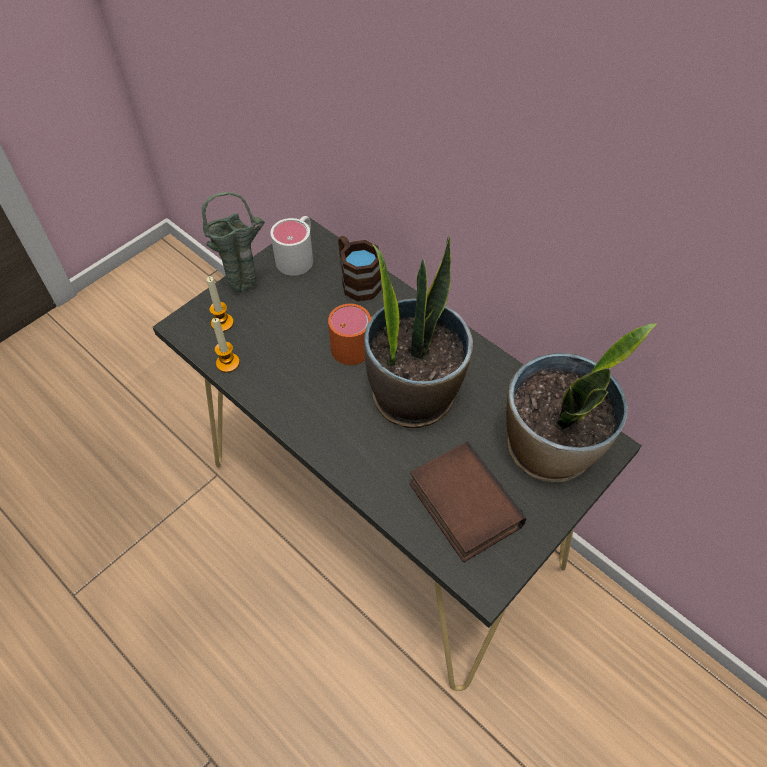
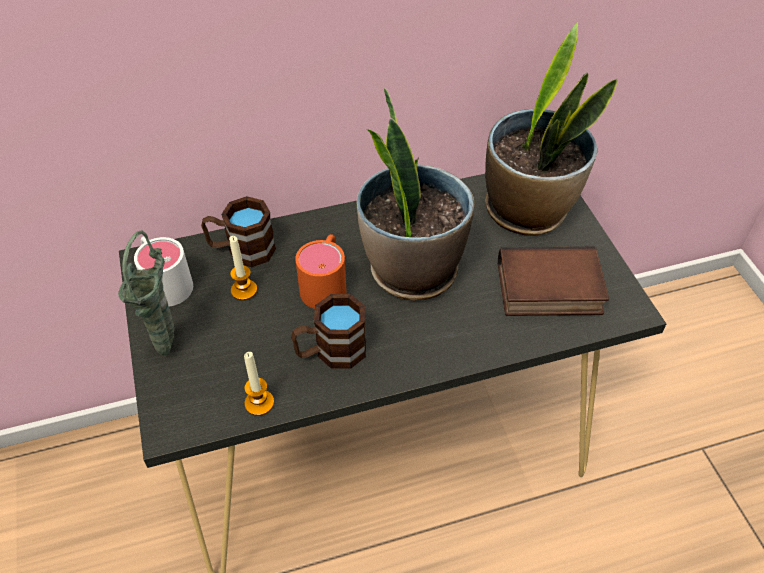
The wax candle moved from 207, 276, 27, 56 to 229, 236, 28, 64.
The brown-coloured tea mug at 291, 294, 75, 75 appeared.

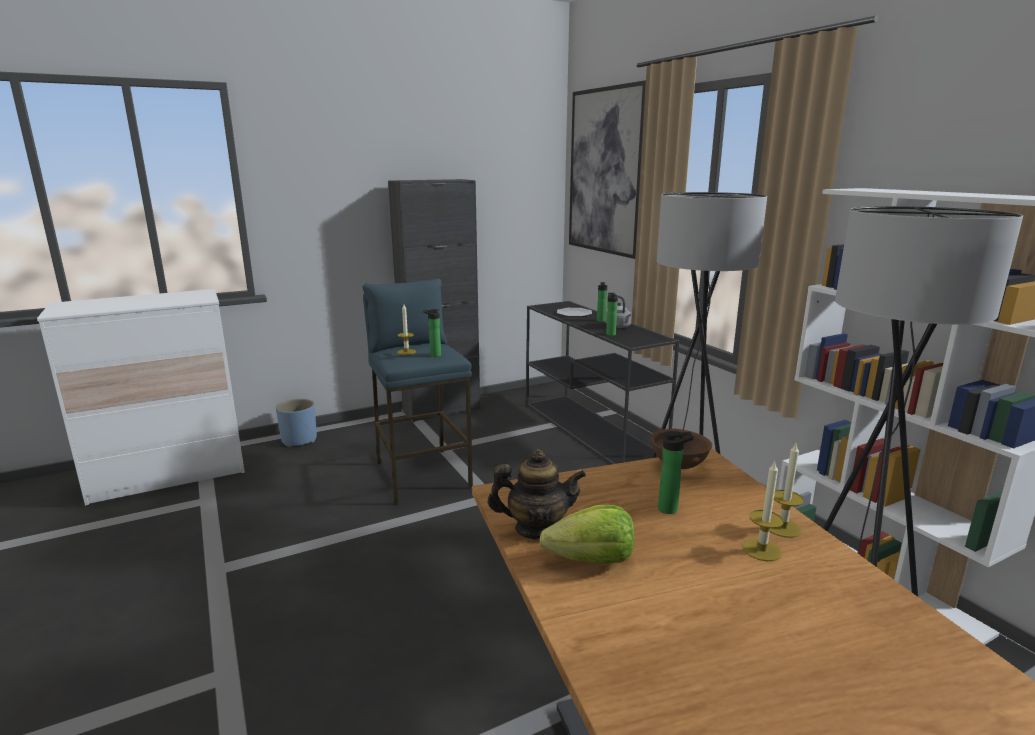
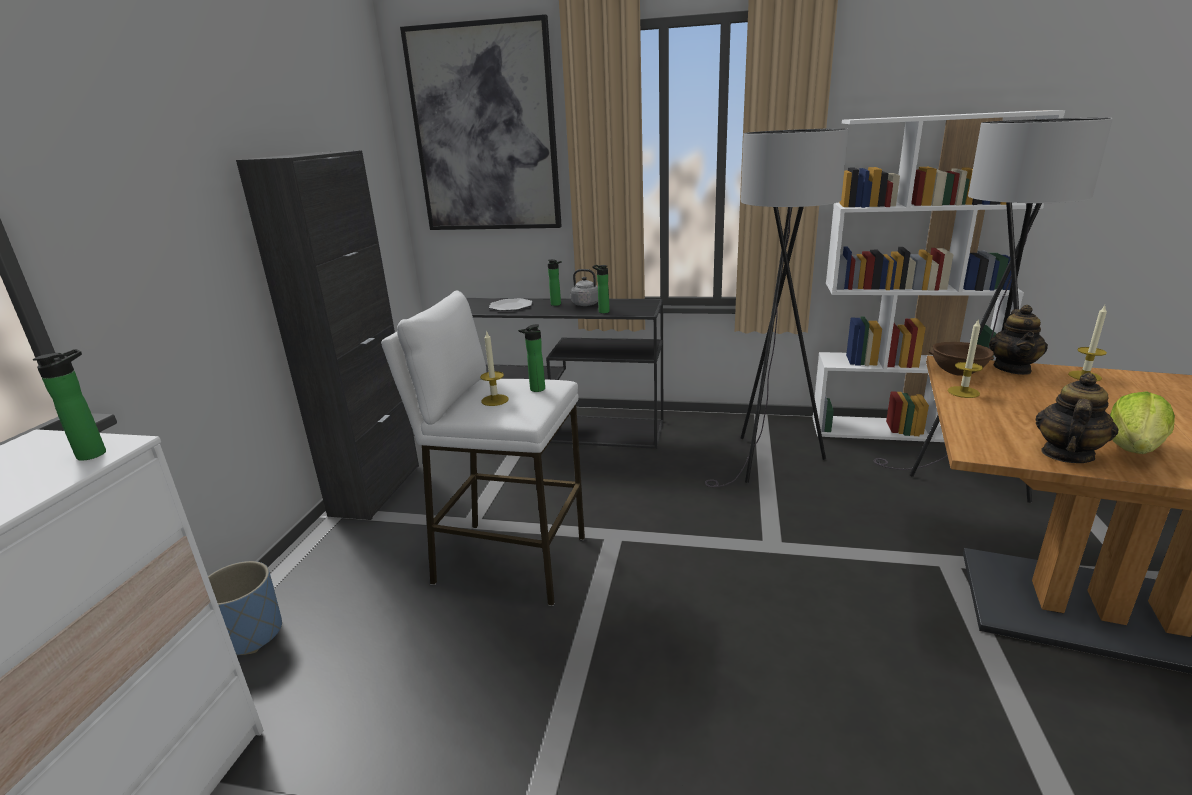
The blue stool at 362, 278, 111, 228 became the white stool at 381, 291, 204, 315.
The drink bottle moved from 658, 431, 35, 83 to 33, 349, 73, 112.
The wax candle moved from 742, 460, 42, 101 to 948, 318, 35, 80.
The pot for tea at 989, 305, 59, 70 appeared.

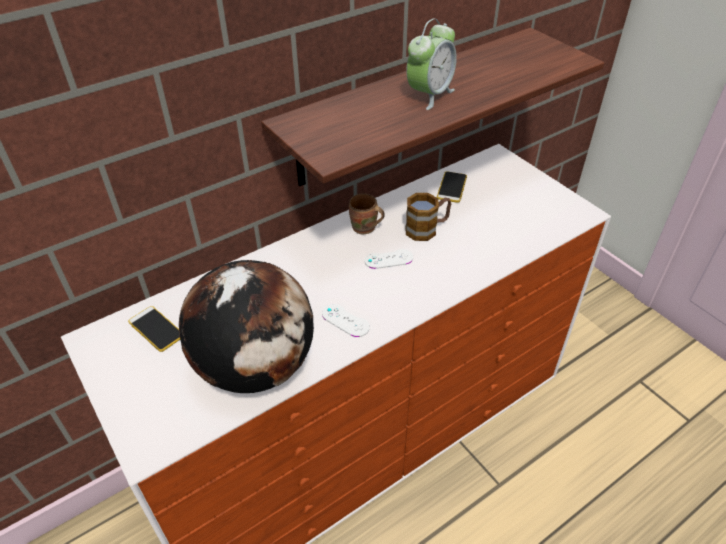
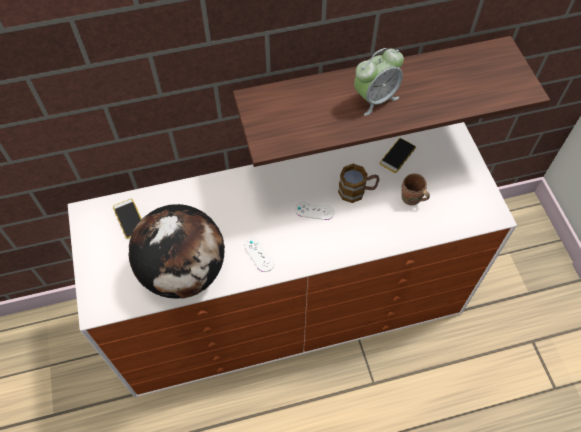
The brown-coloured tea mug moved from 349, 193, 36, 41 to 401, 174, 29, 31.

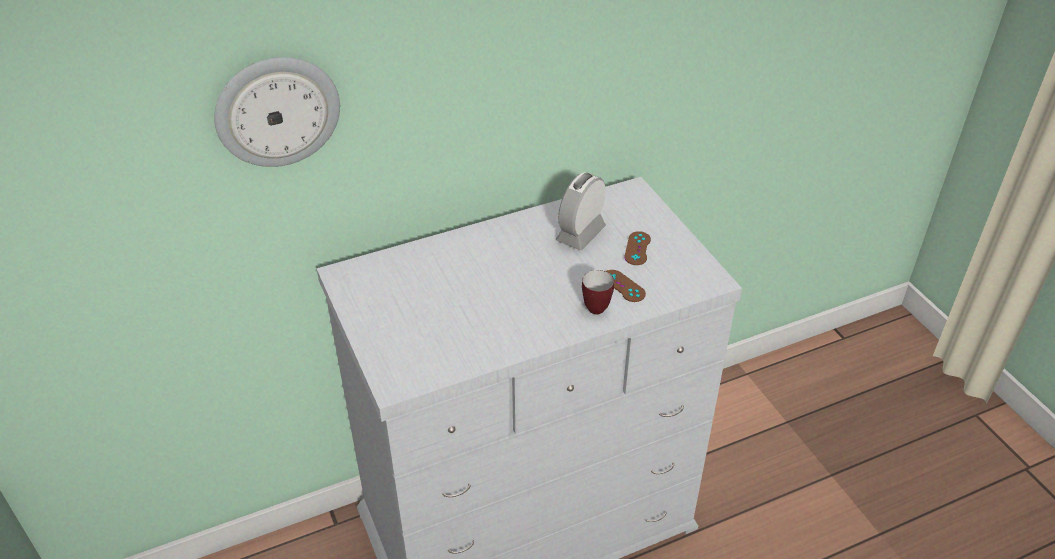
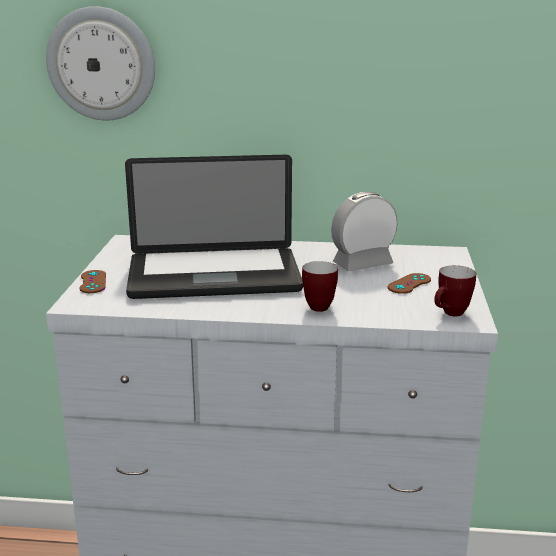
The brown-coloured game controller moved from 605, 270, 41, 32 to 80, 270, 26, 23.
The portable computer at 125, 155, 178, 144 appeared.
The tea mug at 434, 265, 42, 52 appeared.

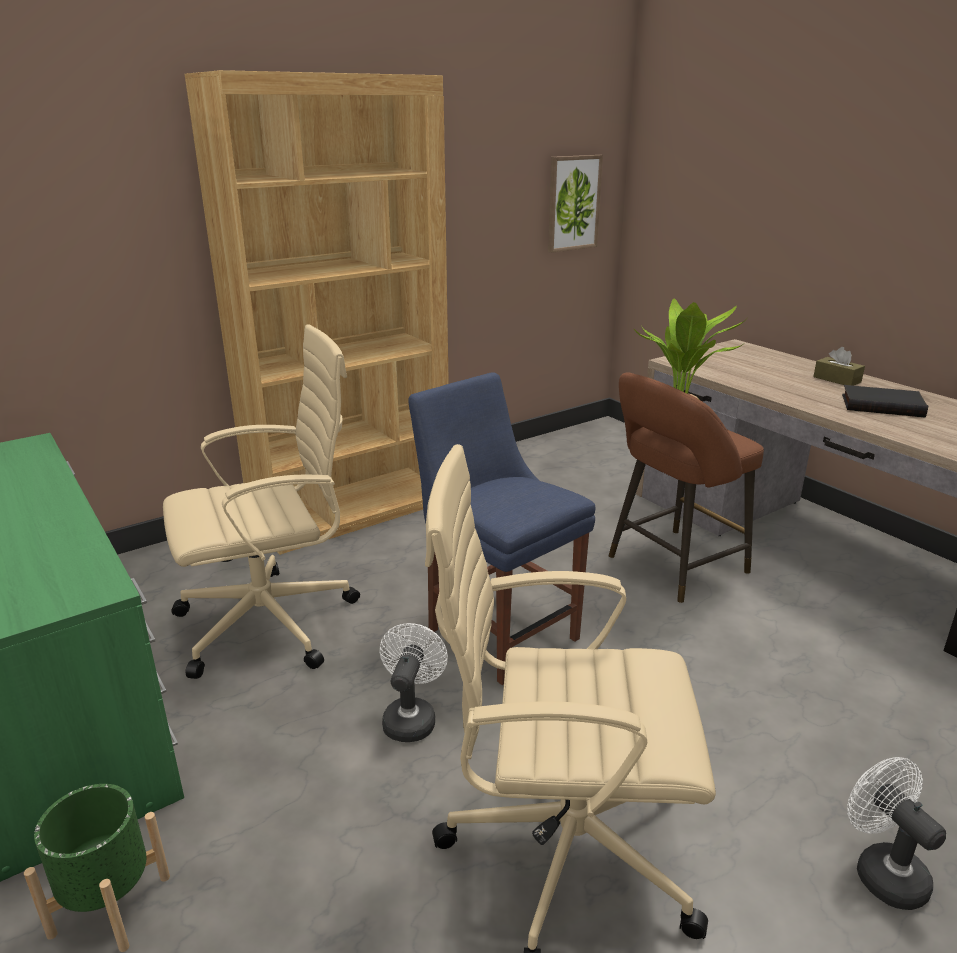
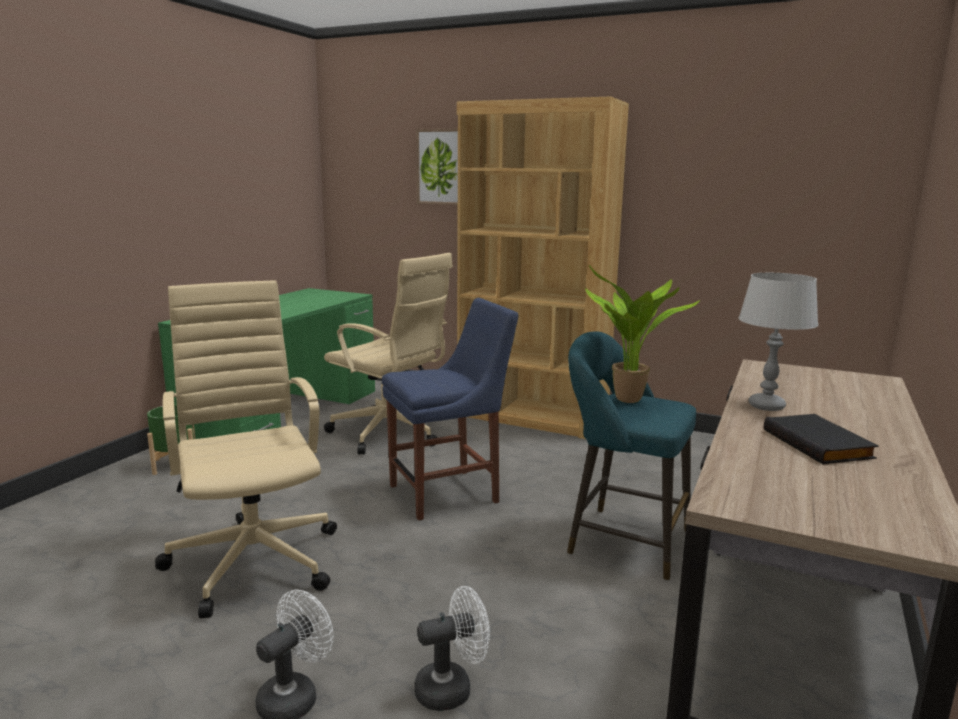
The white electric fan moved from 379, 623, 69, 119 to 415, 586, 75, 125.
The blue chair at 409, 372, 186, 313 turned 45 degrees clockwise.
The wall picture moved from 548, 155, 55, 98 to 416, 128, 42, 77.
The brown-coloured stool at 609, 372, 155, 231 became the turquoise stool at 567, 331, 129, 250.
The brown-coloured tissue holder at 813, 347, 52, 39 disappeared.
The greyish tabletop lamp at 738, 273, 80, 138 appeared.

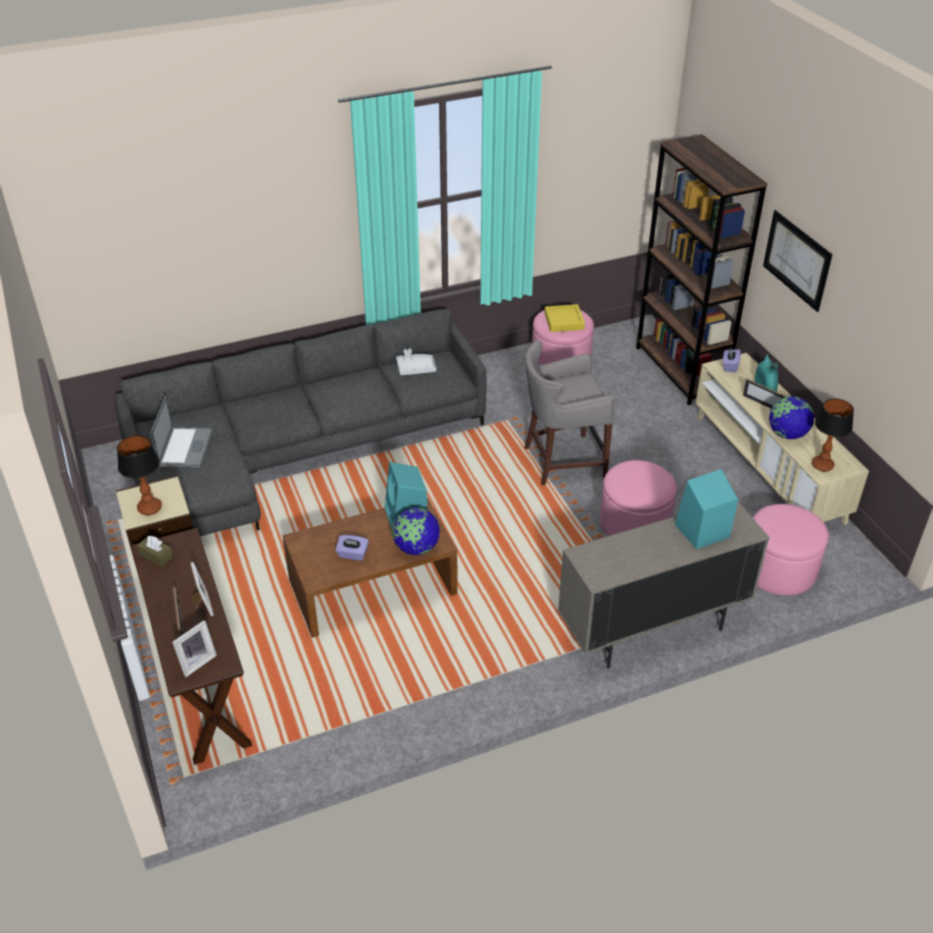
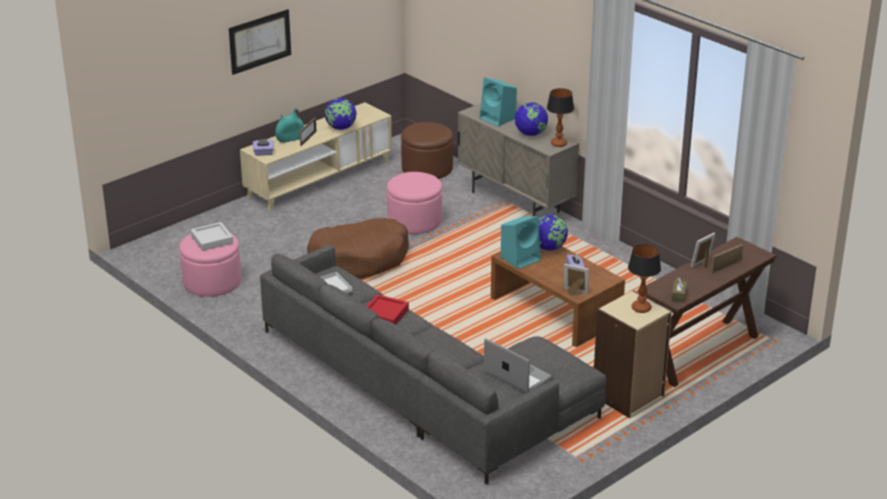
The portable computer at 150, 395, 63, 73 turned 60 degrees clockwise.
The picture frame moved from 172, 620, 45, 57 to 564, 264, 25, 32.
The greyish stool at 525, 340, 91, 146 was replaced by the brown-coloured dog bed at 307, 218, 102, 61.
The yellow-coloured tray at 545, 304, 40, 28 became the greyish tray at 191, 222, 42, 29.
The brown-coloured bookshelf at 636, 134, 131, 271 disappeared.
The pinkish ottoman at 753, 504, 76, 92 became the brown-coloured ottoman at 401, 122, 52, 57.
The tabletop lamp moved from 812, 399, 42, 73 to 547, 88, 27, 59.
The reddish tray at 367, 294, 42, 30 appeared.
The desk globe at 515, 102, 33, 34 appeared.

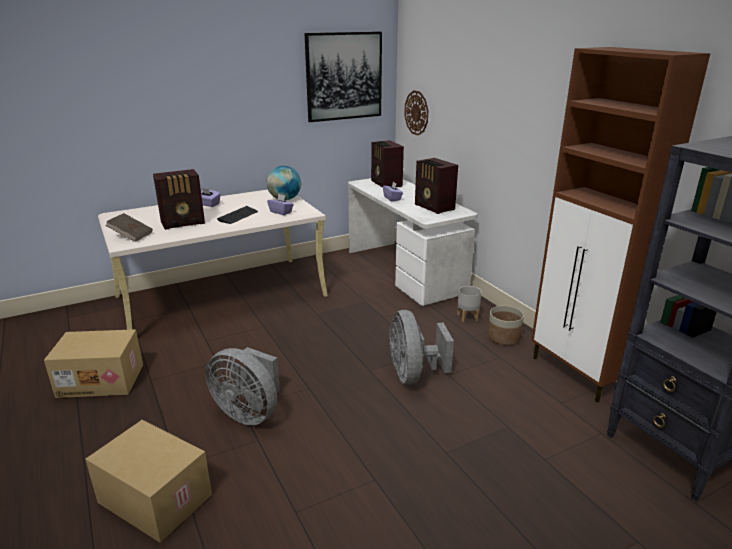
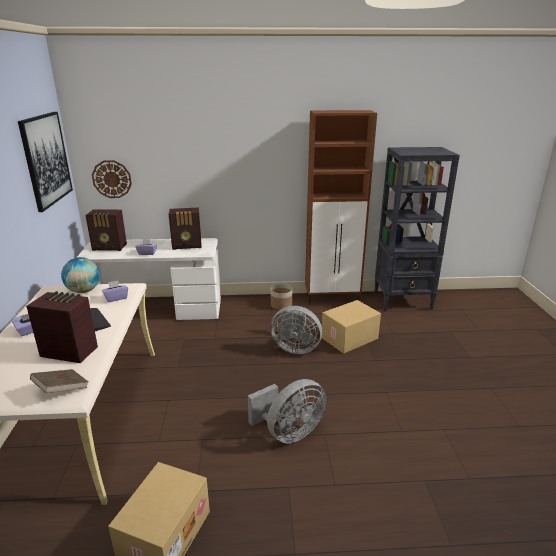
The cardboard box moved from 85, 420, 127, 123 to 322, 300, 59, 54.
The radio set at 153, 169, 52, 61 turned 75 degrees counterclockwise.
The greyish plant pot at 457, 286, 25, 36 disappeared.

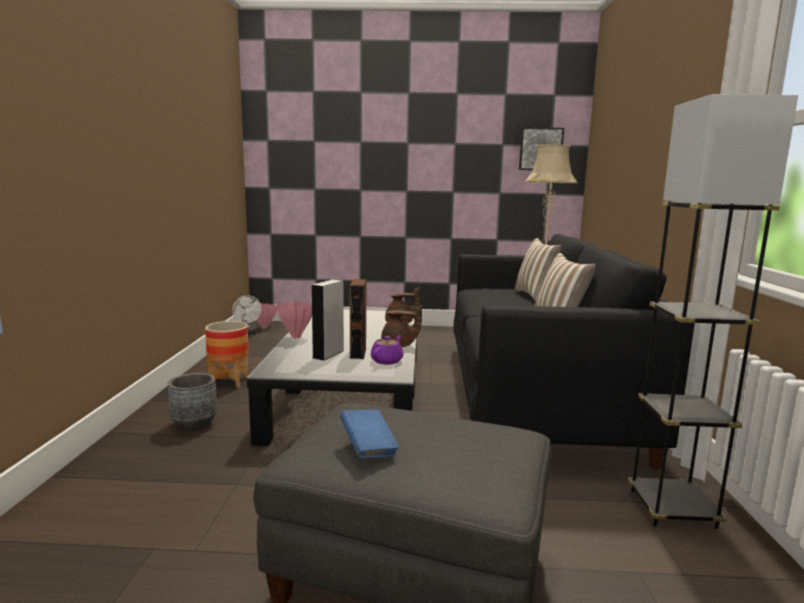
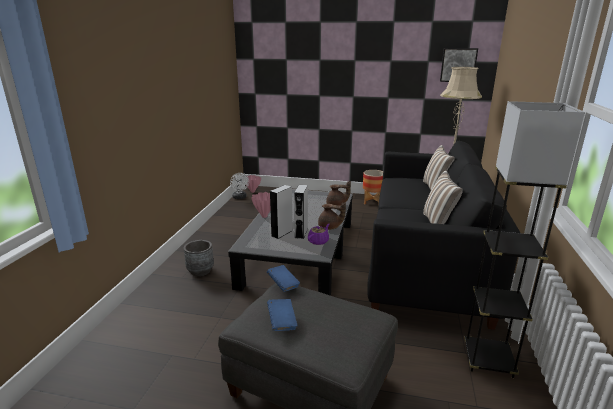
The plant pot moved from 205, 321, 44, 67 to 363, 170, 20, 35.
The brown-coloured speaker at 349, 279, 17, 80 became the greyish speaker at 294, 185, 14, 54.
The blue bound book at 267, 265, 33, 27 appeared.

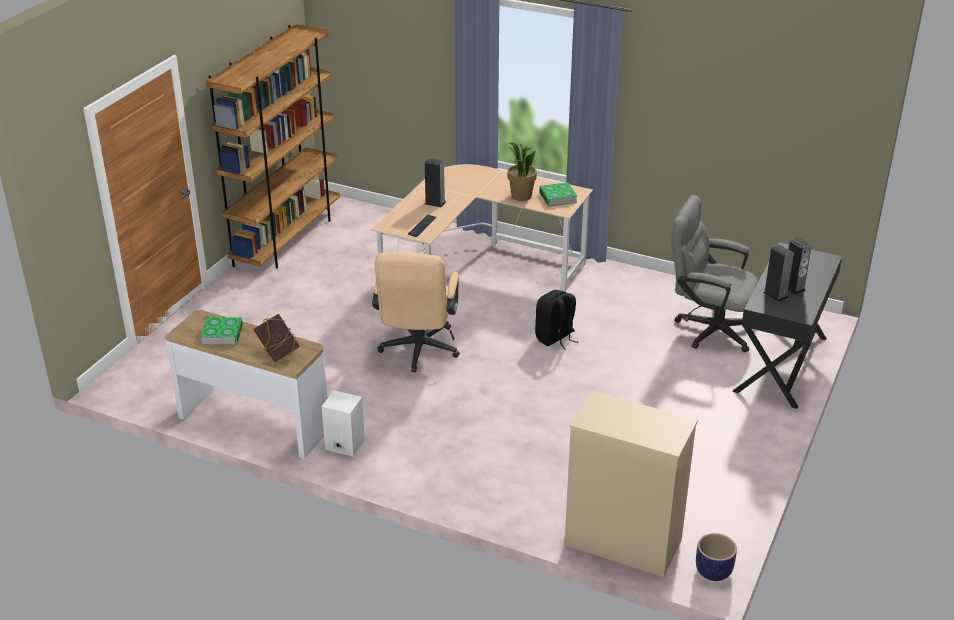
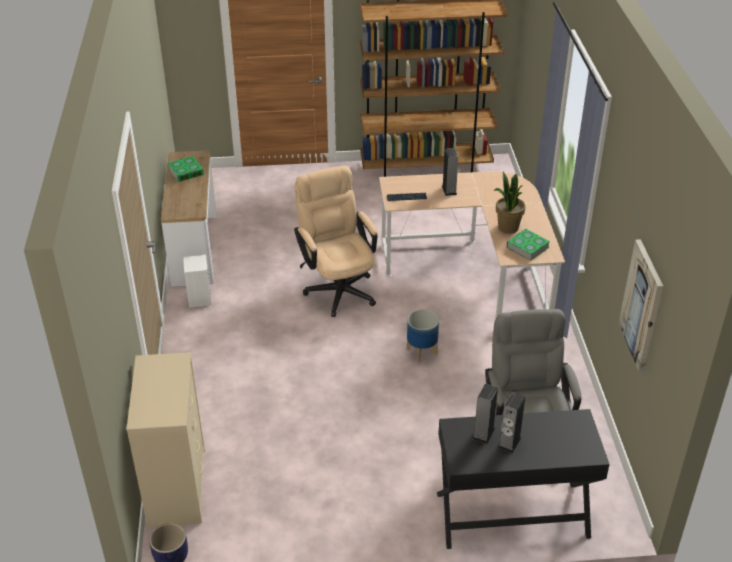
The bound book at 253, 314, 47, 48 disappeared.
The beige-coloured computer chair at 372, 252, 88, 120 turned 90 degrees clockwise.
The black rucksack at 535, 290, 43, 60 was replaced by the plant pot at 407, 309, 32, 53.
The wall picture at 618, 239, 45, 133 appeared.

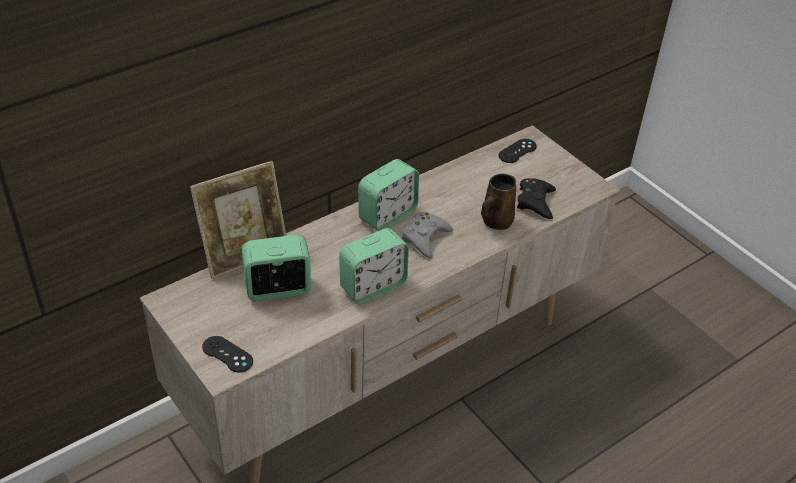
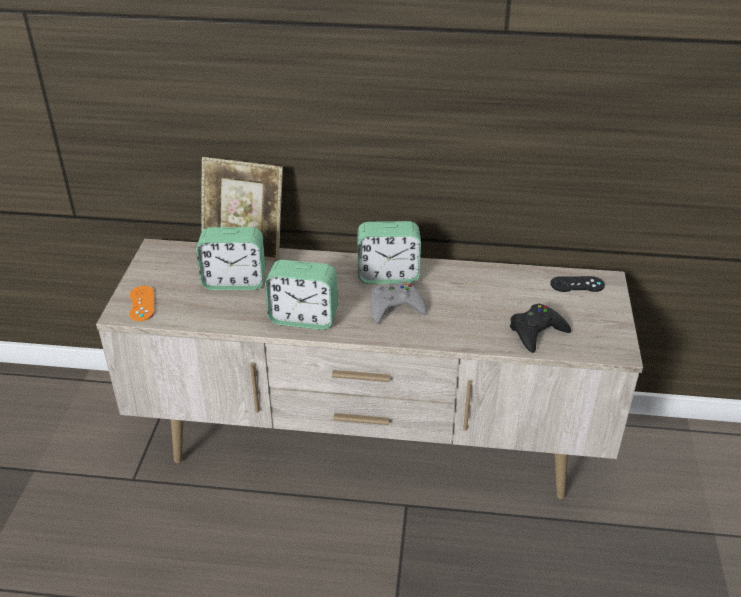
The black game controller at 202, 336, 51, 36 became the orangey game controller at 129, 286, 25, 35.
The alarm clock at 242, 235, 69, 66 turned 150 degrees clockwise.
The brown-coloured tea mug at 481, 173, 35, 57 disappeared.

